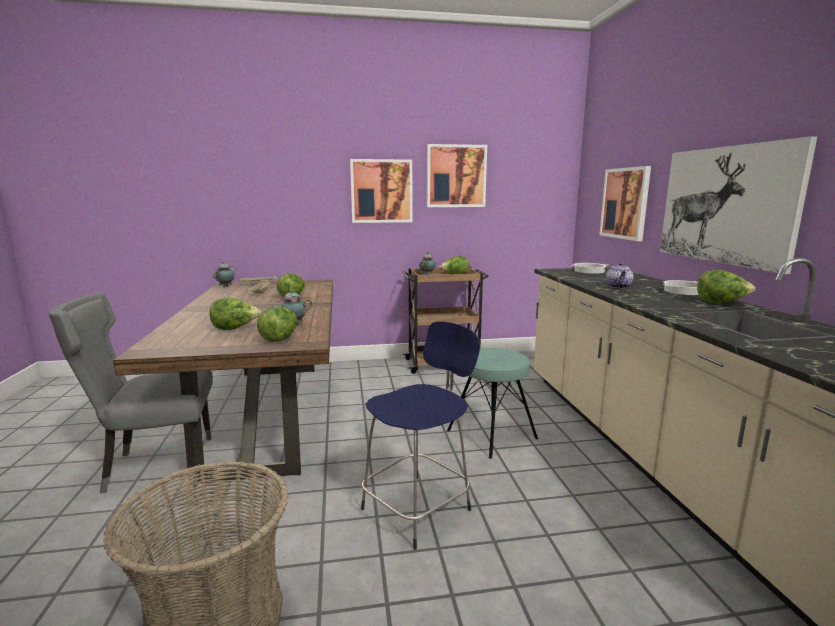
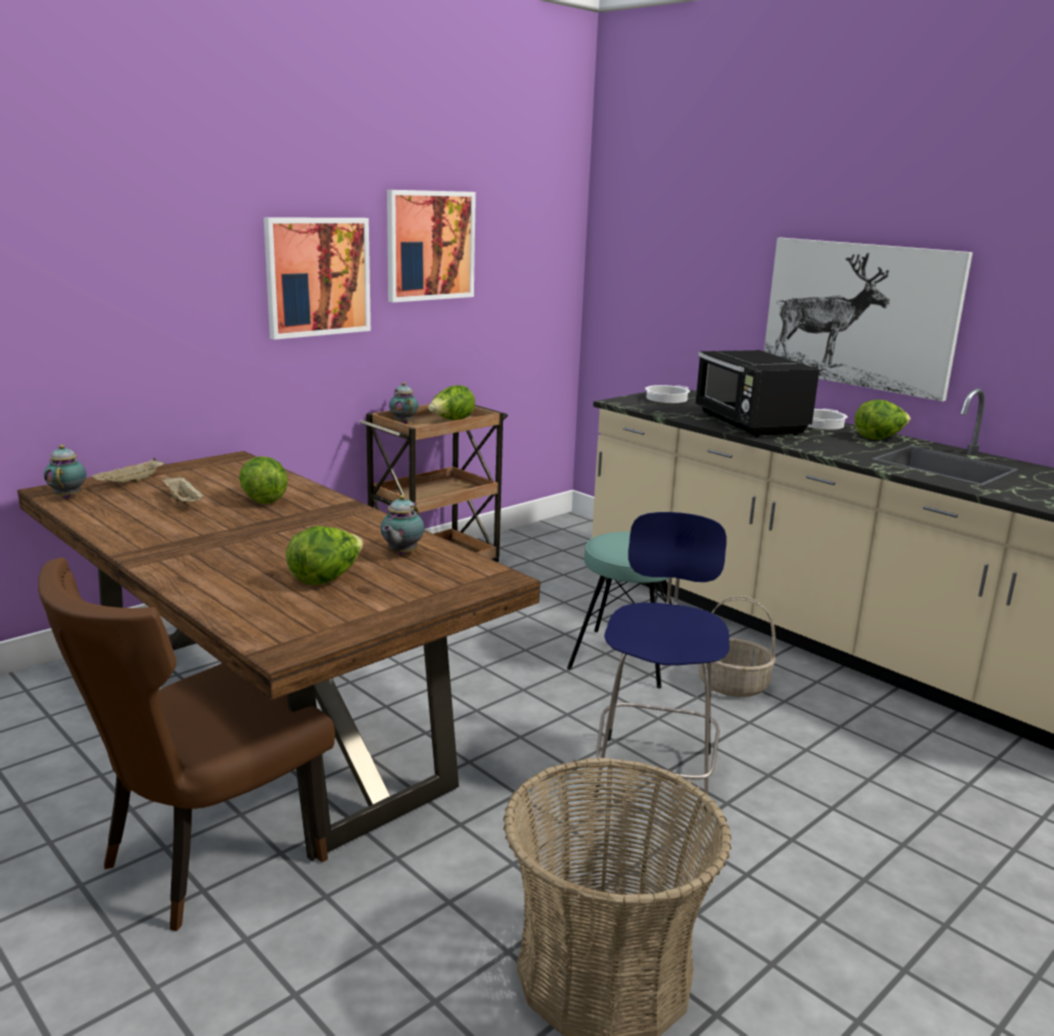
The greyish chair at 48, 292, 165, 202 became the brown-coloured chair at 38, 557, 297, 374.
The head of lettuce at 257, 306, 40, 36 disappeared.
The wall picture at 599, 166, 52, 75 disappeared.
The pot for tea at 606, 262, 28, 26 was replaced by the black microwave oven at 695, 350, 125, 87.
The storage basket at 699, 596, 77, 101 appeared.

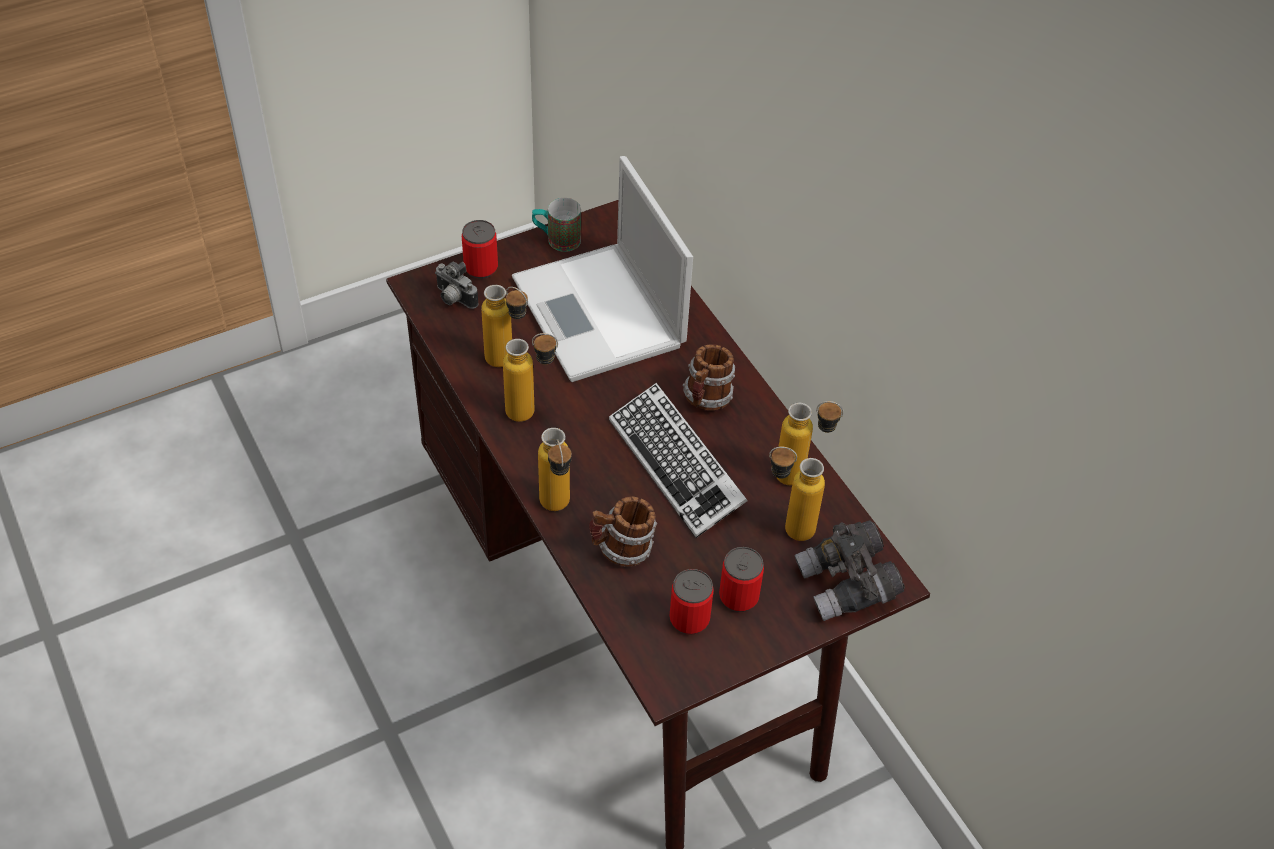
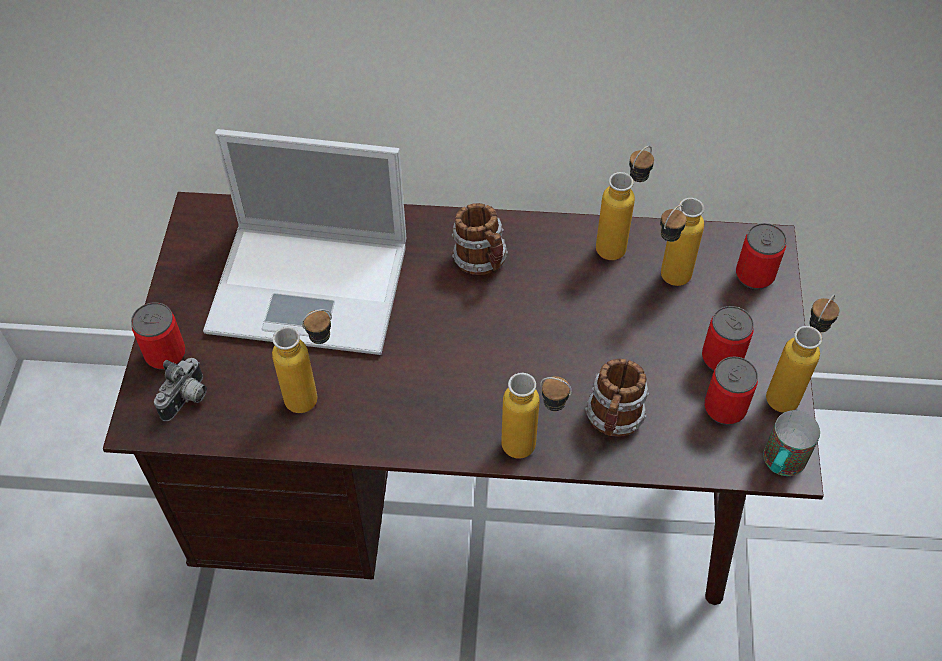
The still camera at 435, 262, 44, 47 turned 45 degrees counterclockwise.
The drink bottle moved from 503, 333, 55, 89 to 766, 294, 73, 119.
The tea mug moved from 532, 198, 49, 54 to 763, 410, 57, 66.
The computer keyboard at 609, 383, 139, 155 disappeared.
The greyish binoculars at 794, 520, 111, 101 was replaced by the metal can at 736, 223, 51, 66.

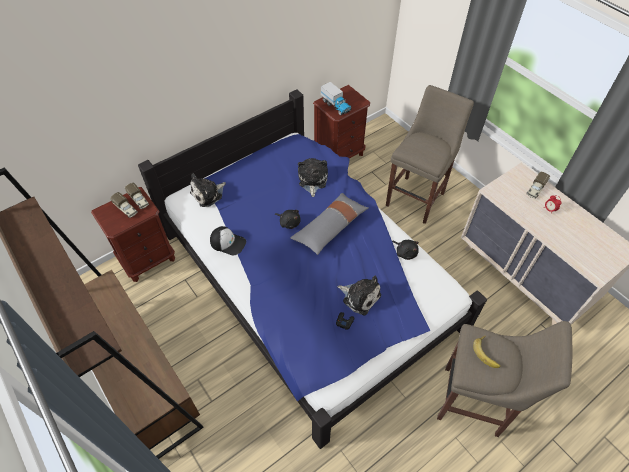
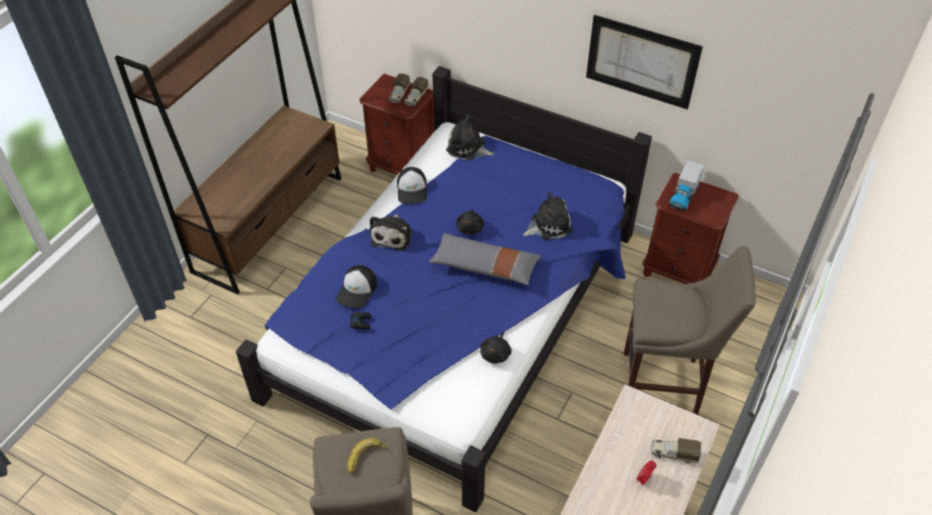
The cuddly toy moved from 337, 276, 44, 39 to 370, 214, 42, 37.
The baseball cap at 336, 265, 41, 43 appeared.
The wall picture at 586, 15, 117, 95 appeared.

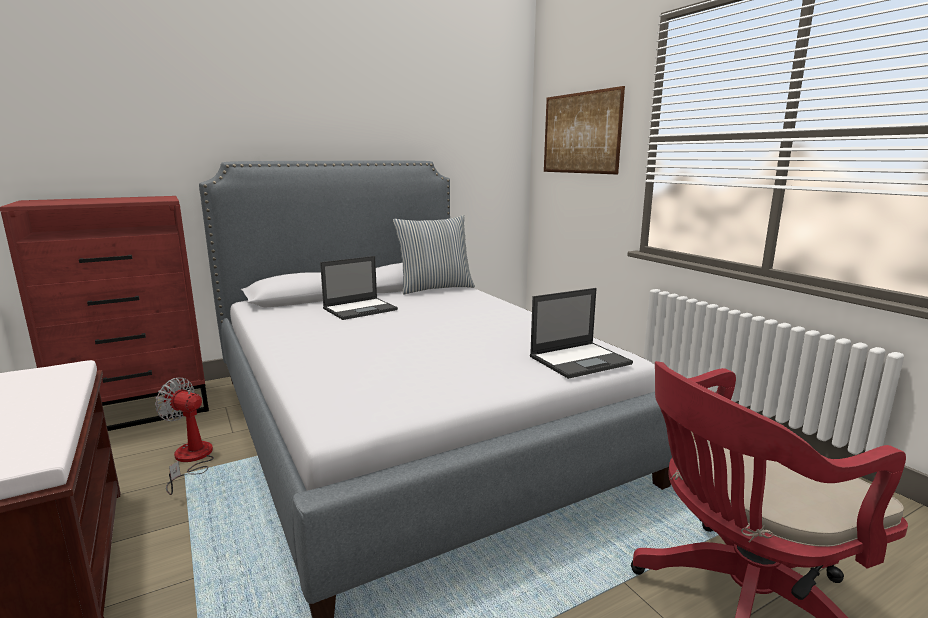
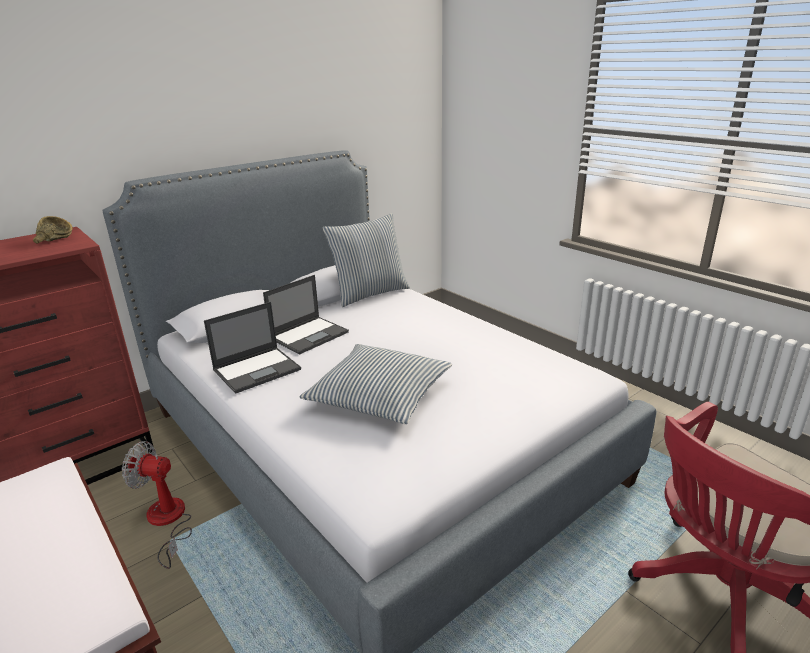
The portable computer moved from 530, 288, 103, 91 to 204, 302, 97, 92.
The wall picture at 544, 86, 81, 88 disappeared.
The brown-coloured serving bowl at 33, 216, 40, 27 appeared.
The cushion at 299, 344, 153, 80 appeared.

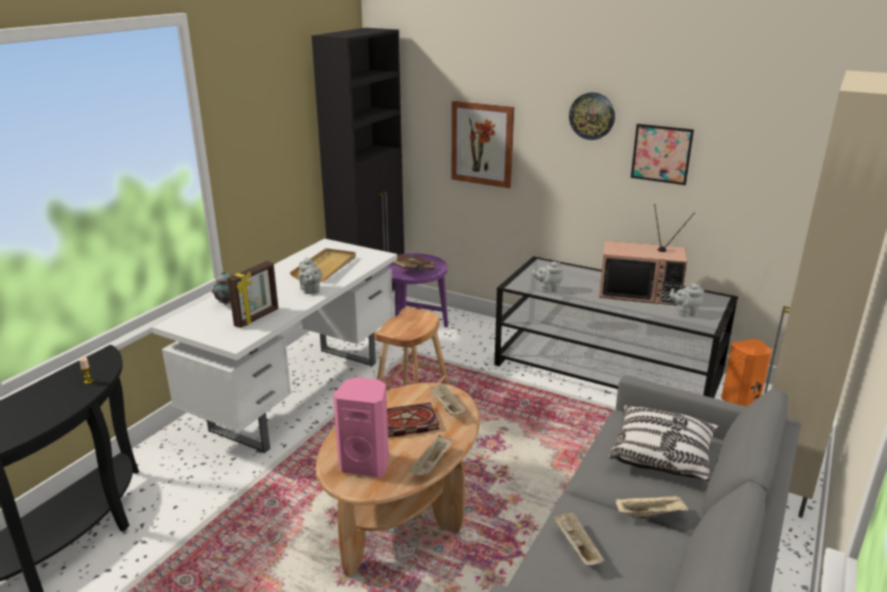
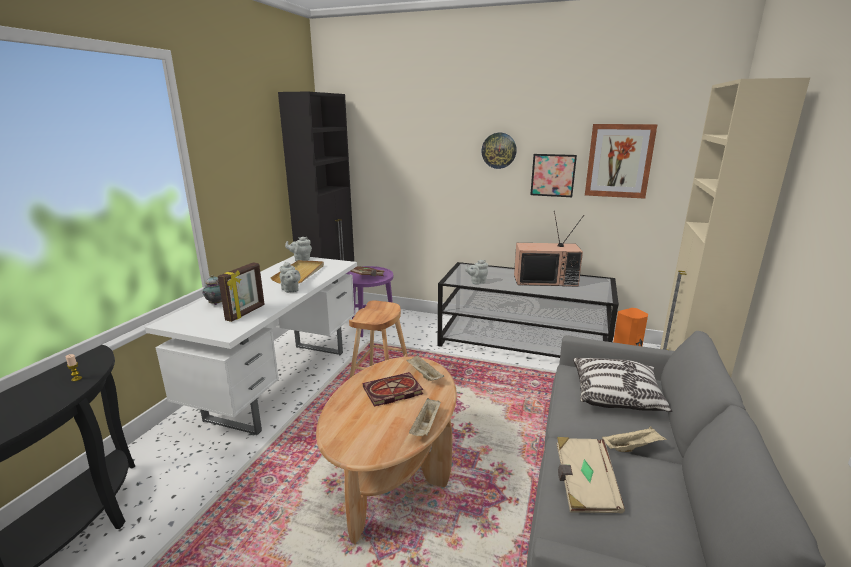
The pinkish speaker at 333, 377, 56, 100 disappeared.
The wall picture moved from 452, 101, 62, 87 to 585, 124, 73, 75.
The beige-coloured tray at 553, 510, 52, 56 was replaced by the beige-coloured bound book at 557, 437, 68, 76.
The greyish pot for tea moved from 670, 284, 34, 33 to 285, 237, 27, 24.

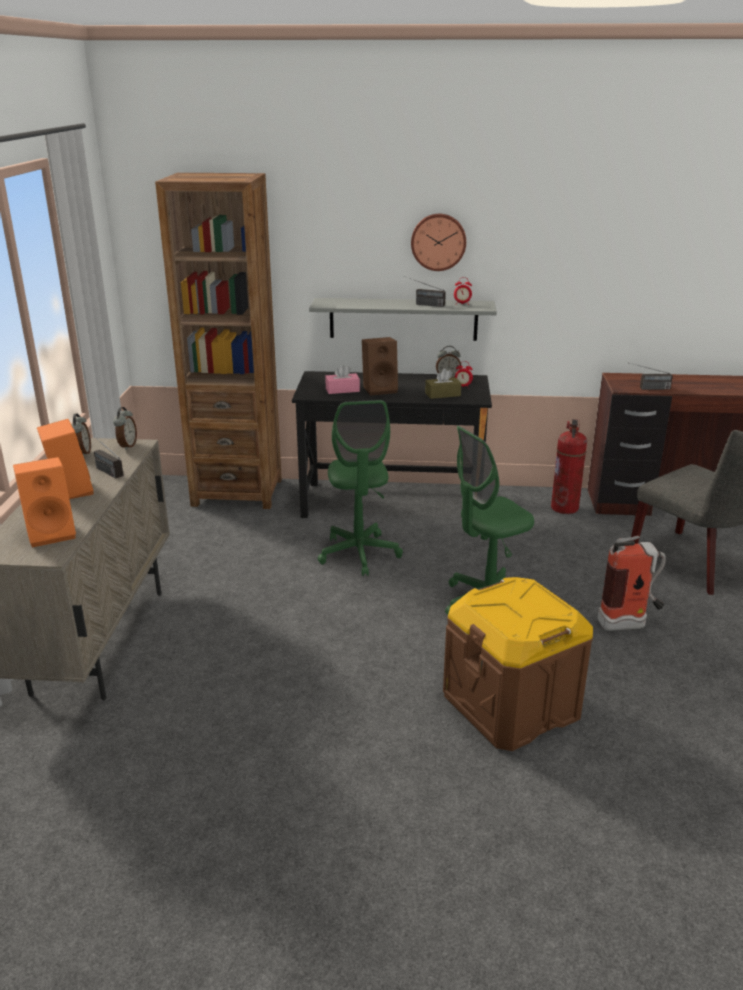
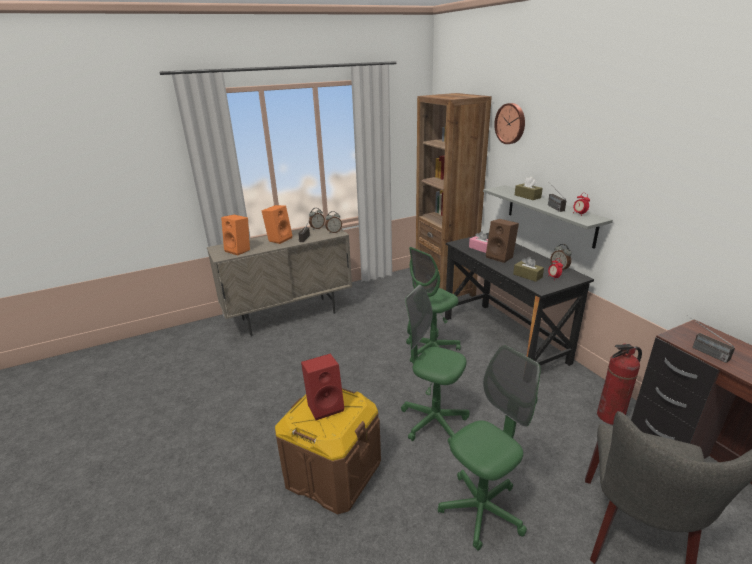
The wall clock moved from 411, 214, 55, 57 to 494, 103, 31, 41.
The fire extinguisher at 598, 536, 68, 95 was replaced by the greenish computer chair at 438, 345, 103, 206.
The reddish speaker at 301, 354, 43, 66 appeared.
The brown-coloured tissue holder at 515, 177, 28, 23 appeared.

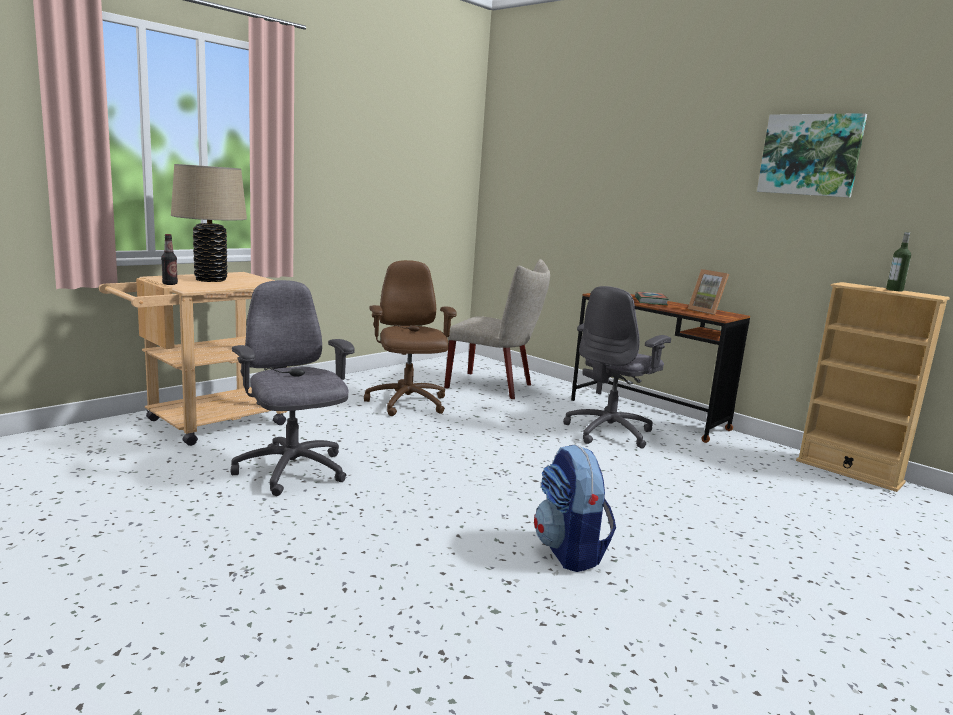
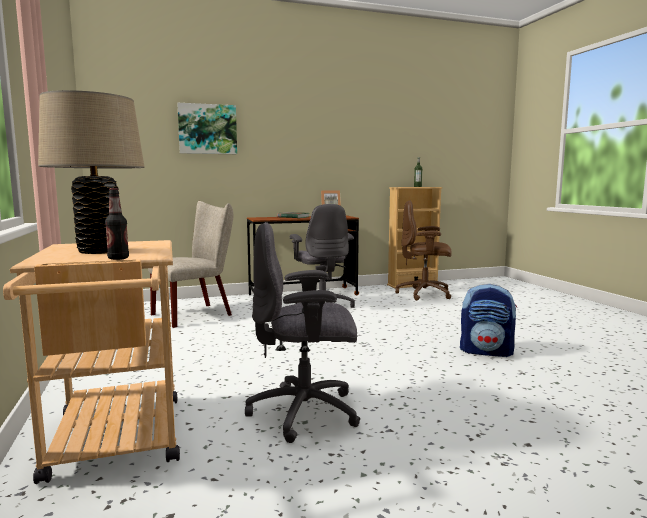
The brown-coloured computer chair moved from 364, 260, 93, 156 to 395, 200, 57, 100.
The wall picture moved from 757, 113, 110, 85 to 177, 103, 60, 51.

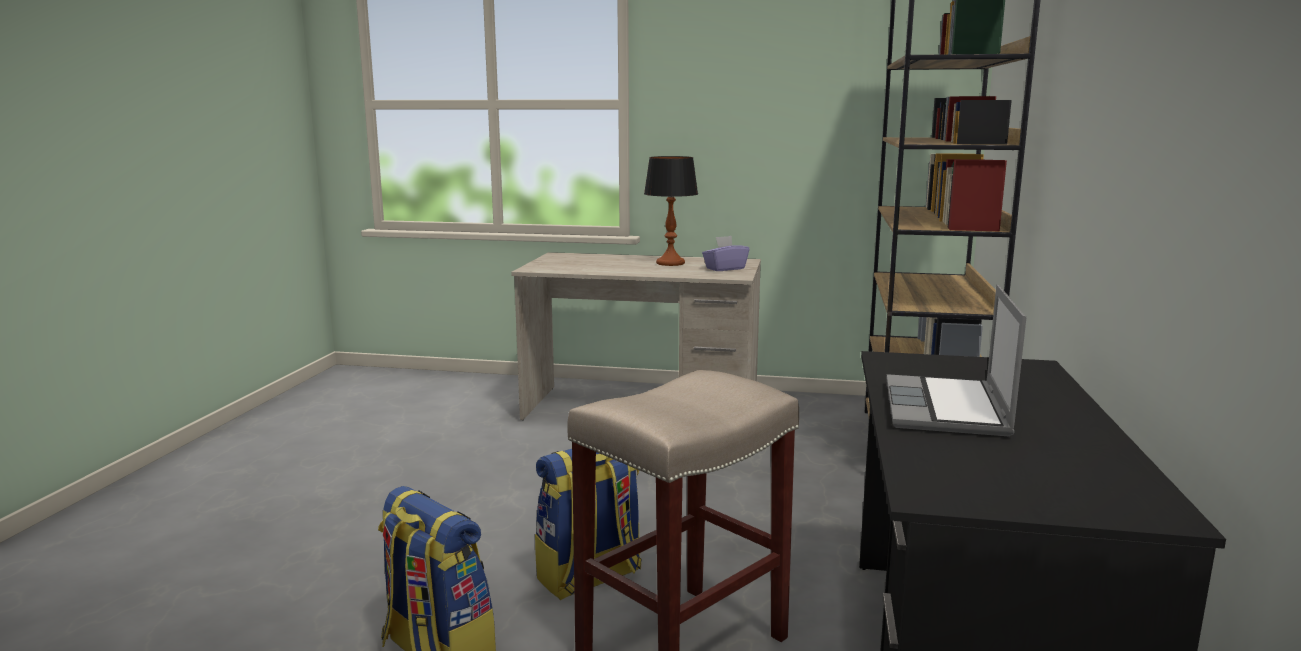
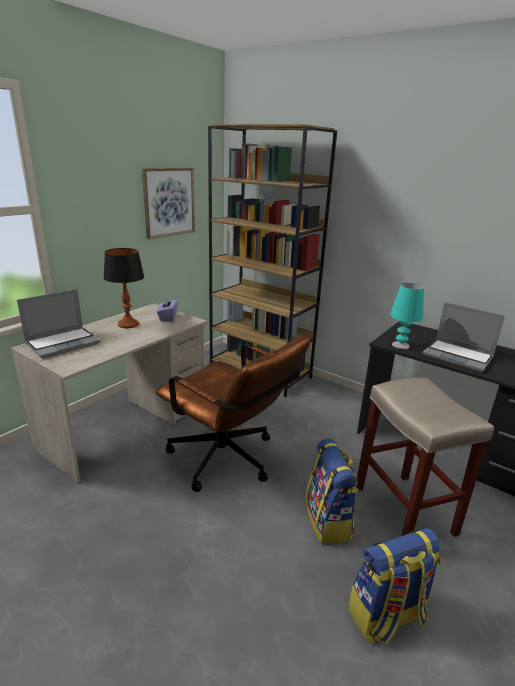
The portable computer at 17, 289, 83, 70 appeared.
The wall picture at 142, 168, 53, 71 appeared.
The brown-coloured computer chair at 156, 335, 155, 157 appeared.
The turquoise tabletop lamp at 390, 283, 34, 66 appeared.

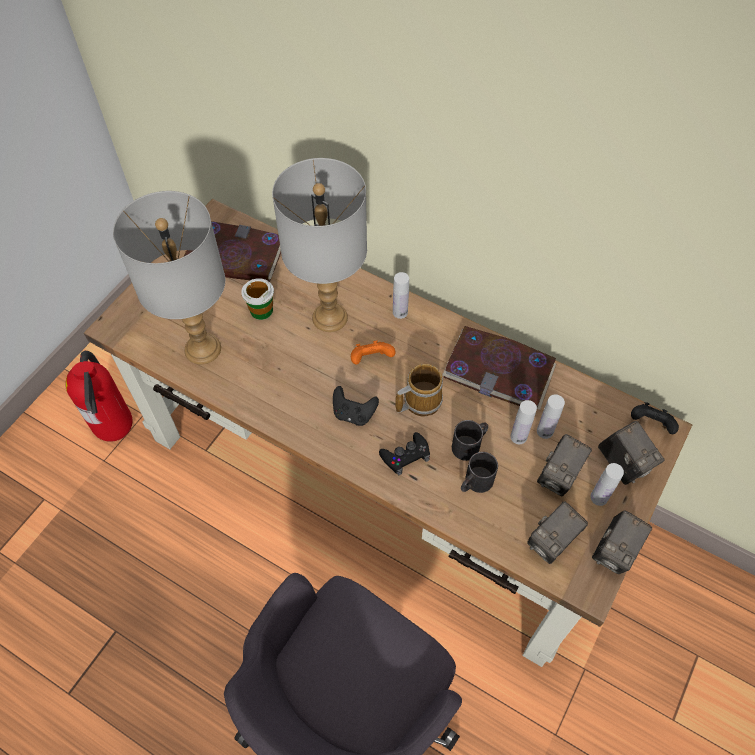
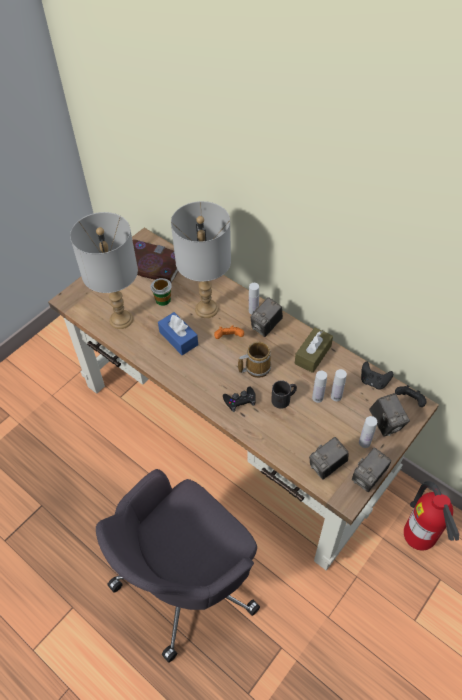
The fire extinguisher moved from 65, 351, 67, 91 to 404, 481, 55, 69.
The black game controller moved from 333, 386, 46, 40 to 361, 361, 32, 28.
The bound book at 442, 326, 114, 84 was replaced by the brown-coloured tissue holder at 295, 327, 38, 46.
The black tea mug at 461, 452, 37, 41 disappeared.
The still camera moved from 537, 434, 55, 62 to 250, 297, 33, 40.
The blue tissue holder at 158, 312, 40, 43 appeared.

